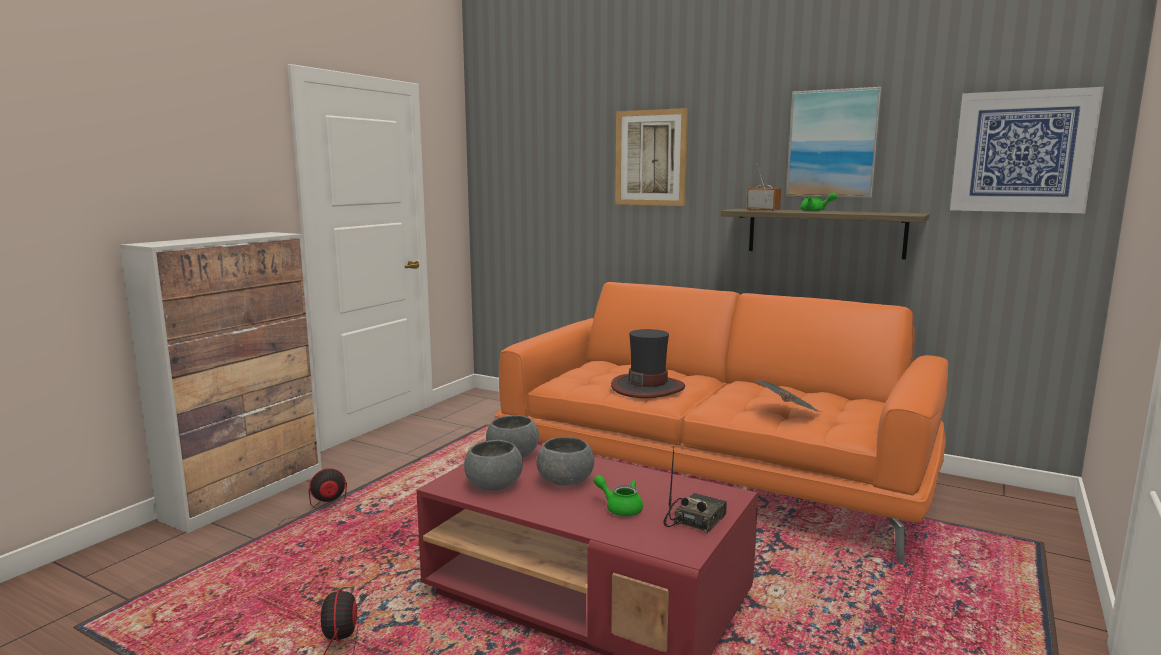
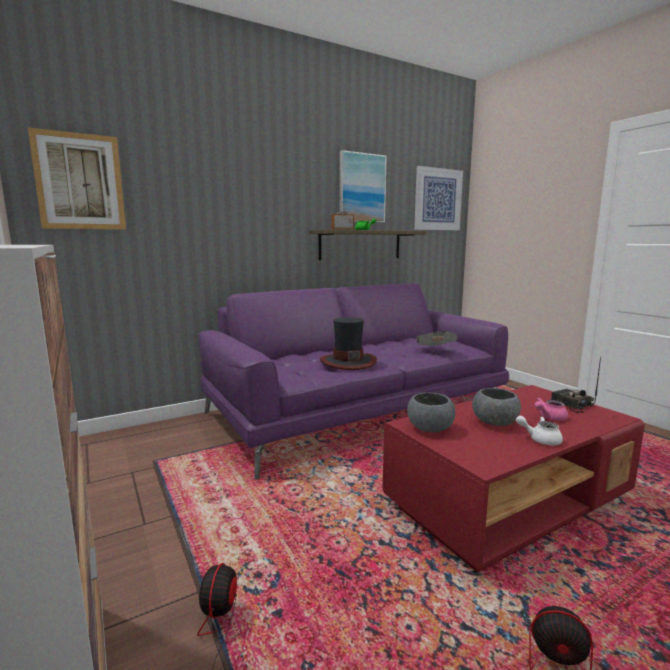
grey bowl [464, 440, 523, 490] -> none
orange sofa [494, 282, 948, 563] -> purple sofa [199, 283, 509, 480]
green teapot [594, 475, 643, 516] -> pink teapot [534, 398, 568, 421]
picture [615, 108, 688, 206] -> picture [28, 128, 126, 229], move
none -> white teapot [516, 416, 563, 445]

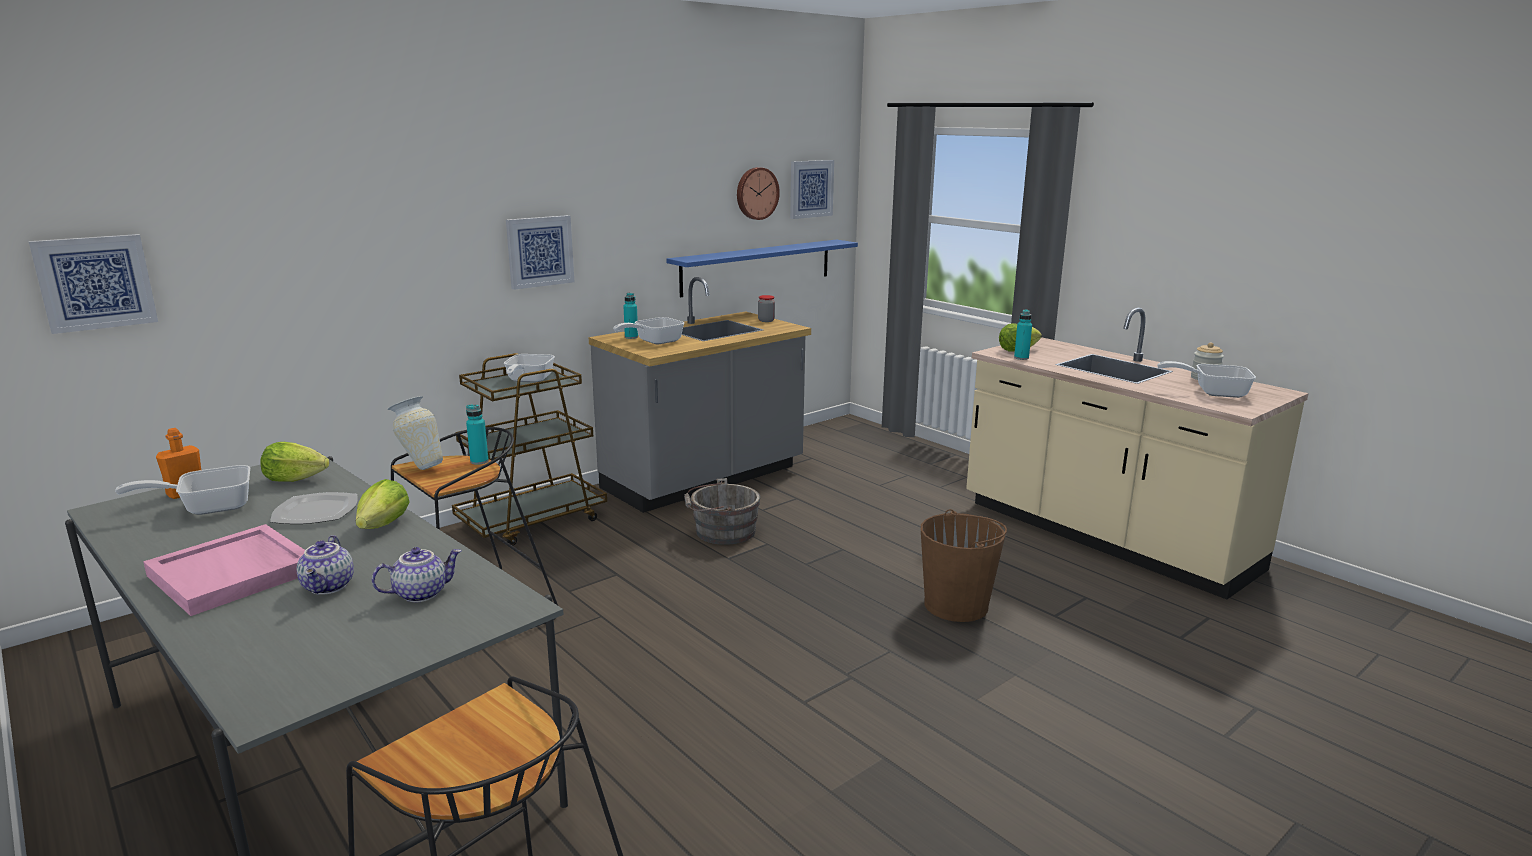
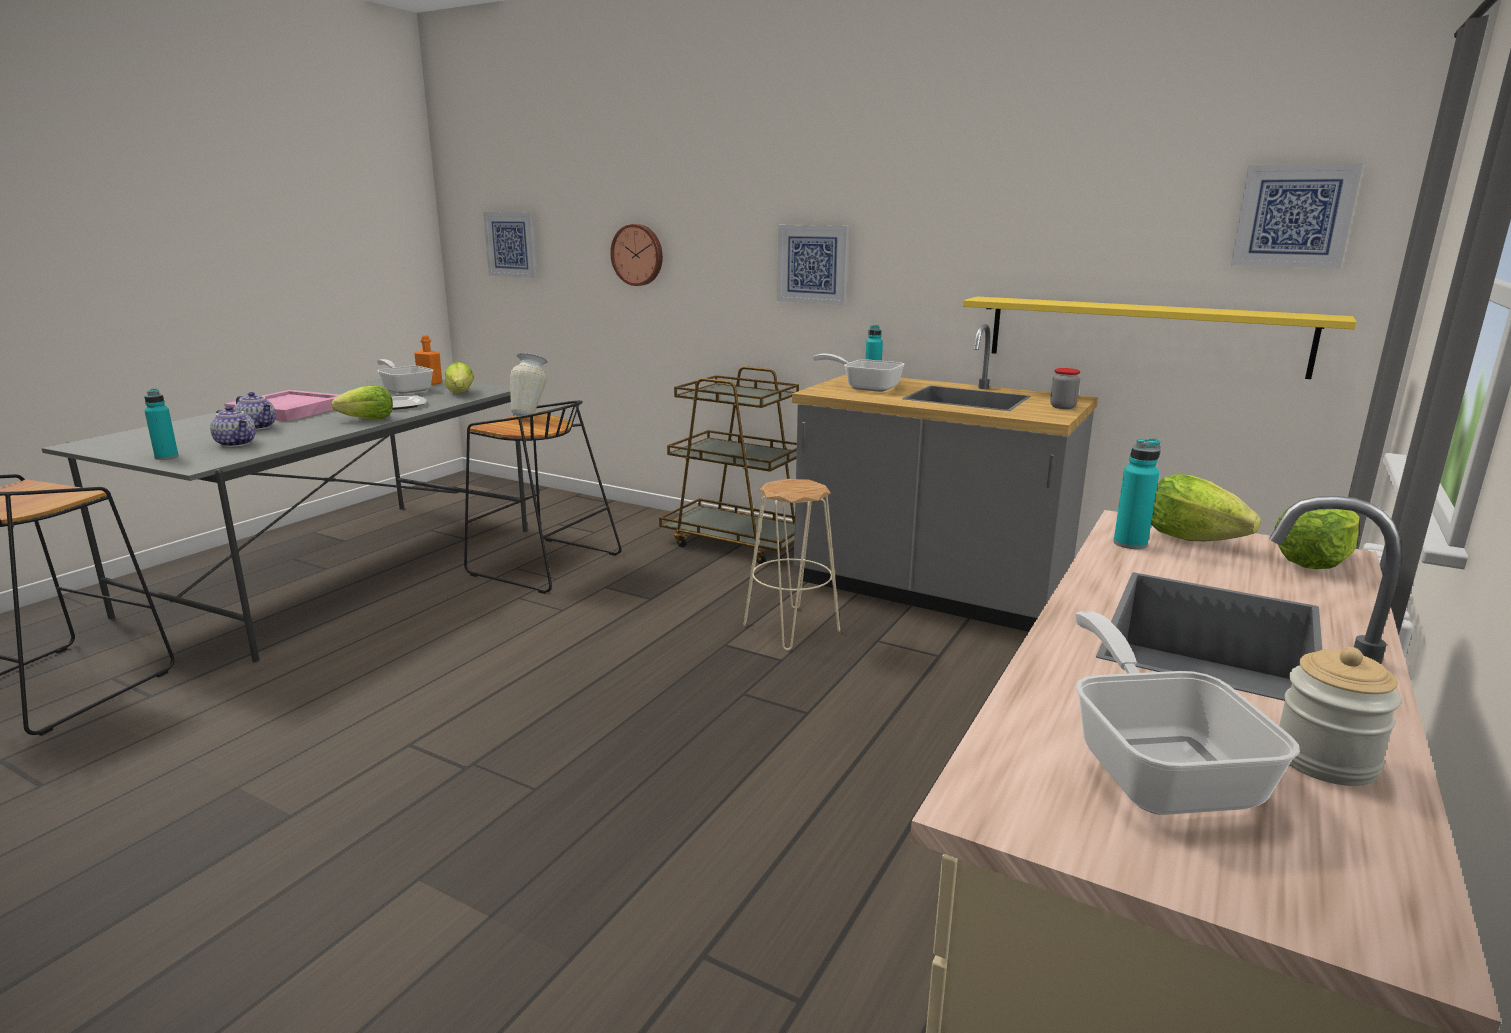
teapot [297, 535, 354, 595] -> teapot [234, 392, 276, 430], 120 degrees counterclockwise
turquoise bottle [466, 405, 489, 465] -> turquoise bottle [144, 388, 179, 460], move
frying pan [504, 354, 555, 382] -> none
blue shelf [666, 240, 858, 297] -> yellow shelf [963, 297, 1357, 379]
grey bucket [684, 478, 760, 545] -> beige stool [743, 479, 840, 651]
wall clock [737, 167, 780, 220] -> wall clock [610, 224, 663, 286], move
brown bucket [921, 509, 1007, 622] -> none
none -> lettuce [1274, 509, 1359, 569]

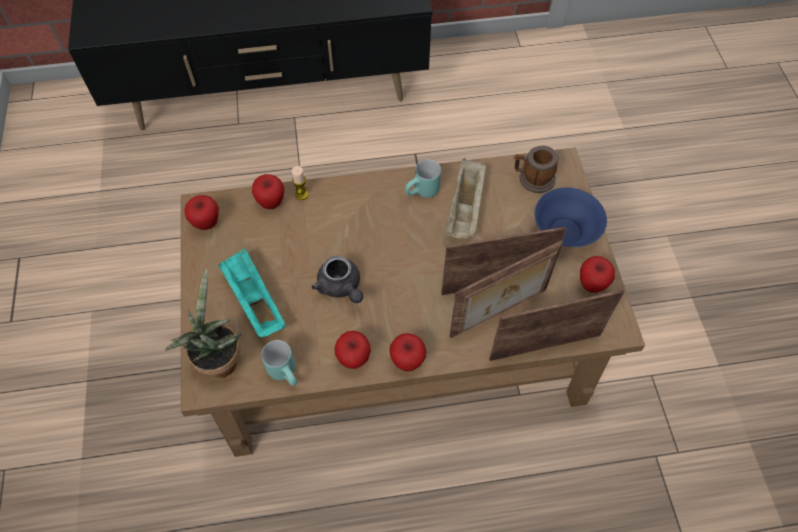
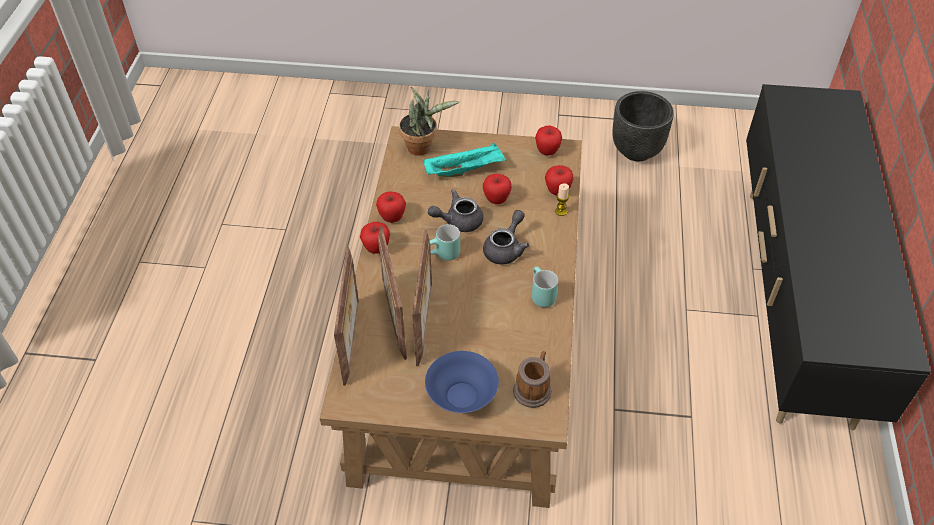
turquoise mug [261, 340, 297, 386] -> turquoise mug [430, 224, 460, 261], move
beige tray [444, 158, 486, 239] -> none
apple [580, 256, 615, 293] -> apple [483, 174, 512, 204], move
none -> grey teapot [483, 210, 529, 264]
none -> black planter [612, 91, 674, 161]

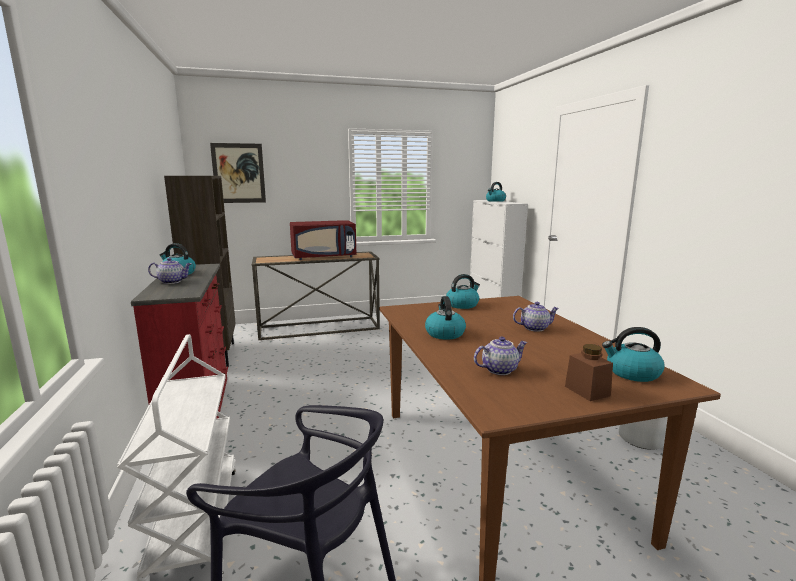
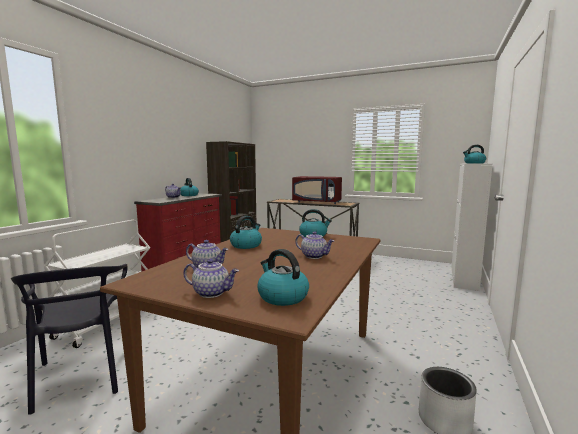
picture [210, 143, 266, 203] -> none
brown jar [565, 344, 613, 401] -> teapot [183, 259, 239, 298]

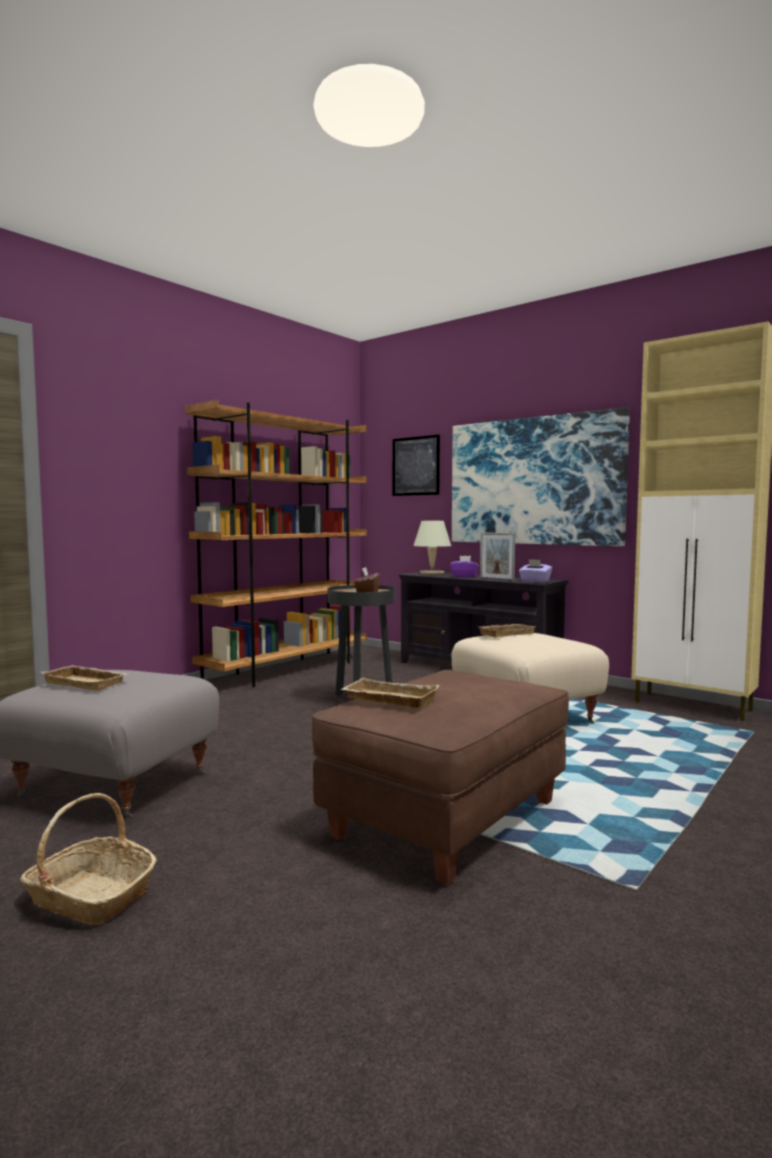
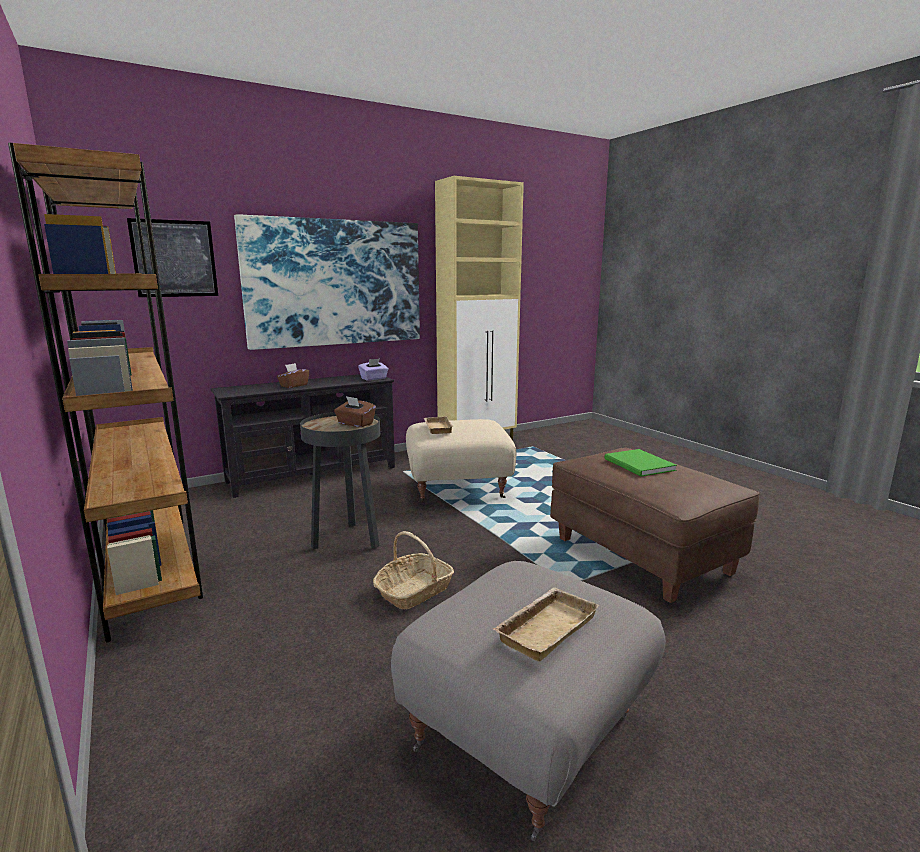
basket [20, 793, 157, 925] -> basket [373, 531, 454, 610], move
beige tray [341, 678, 440, 708] -> none
beige table lamp [413, 521, 451, 574] -> none
purple tissue box [450, 556, 479, 577] -> brown tissue box [277, 363, 309, 388]
picture frame [480, 532, 515, 581] -> none
none -> green book [604, 449, 677, 477]

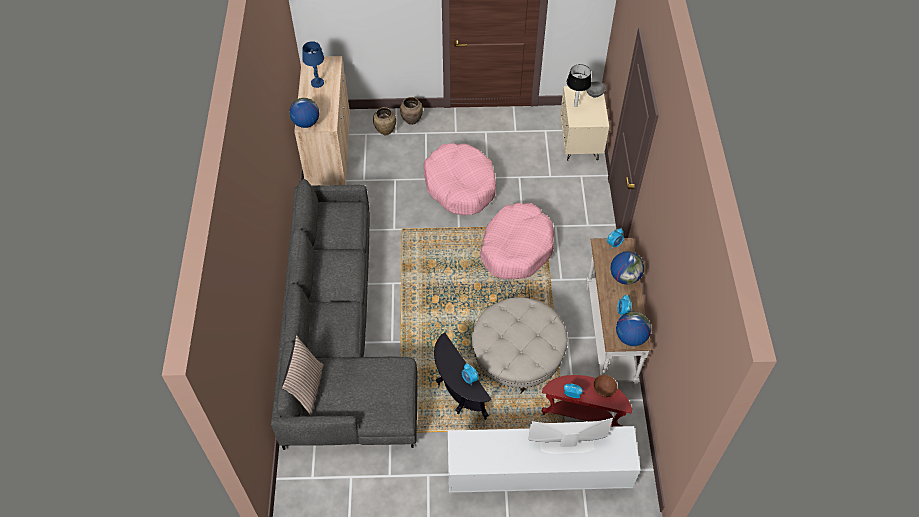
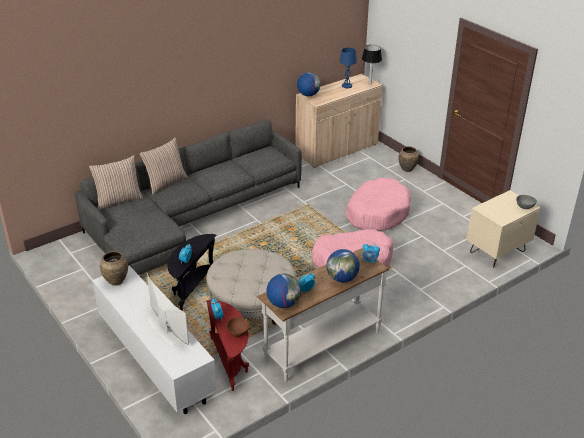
brown vase [373, 107, 396, 135] -> brown vase [100, 251, 128, 286], move
table lamp [567, 64, 592, 107] -> table lamp [362, 45, 382, 84], move
none -> pillow [139, 137, 188, 195]

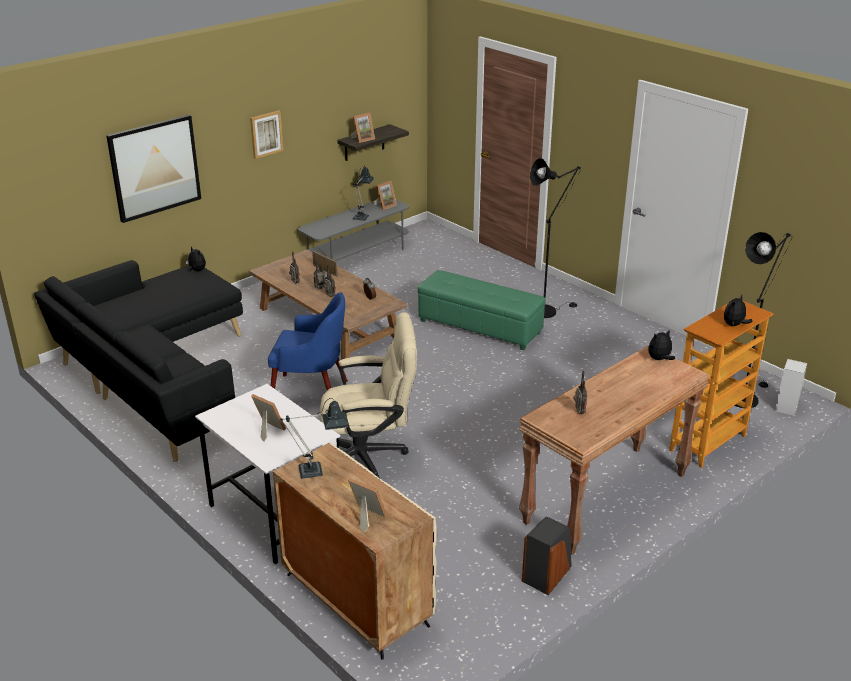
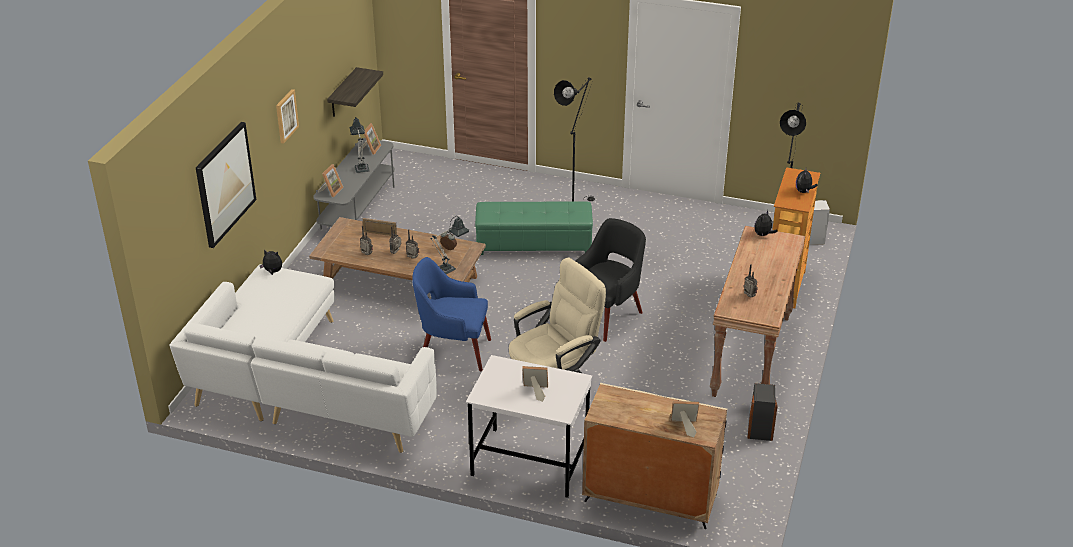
black sofa [34, 260, 243, 462] -> white sofa [169, 264, 437, 453]
blue armchair [268, 292, 348, 390] -> blue armchair [412, 257, 491, 371], 150 degrees counterclockwise
table lamp [281, 398, 348, 479] -> table lamp [430, 216, 469, 274], move
picture frame [351, 113, 375, 143] -> picture frame [318, 164, 343, 197], move
none -> black armchair [575, 218, 646, 342]

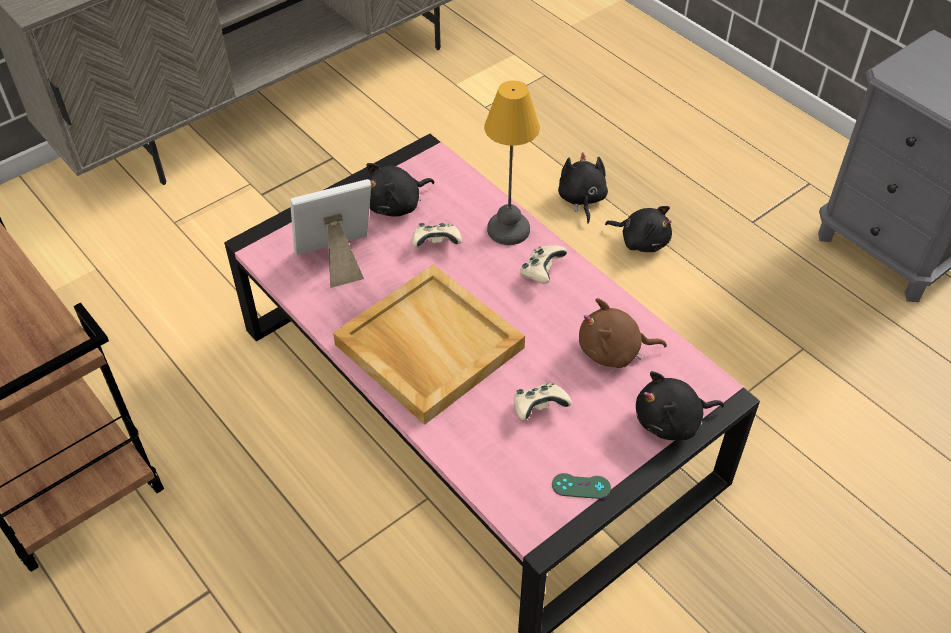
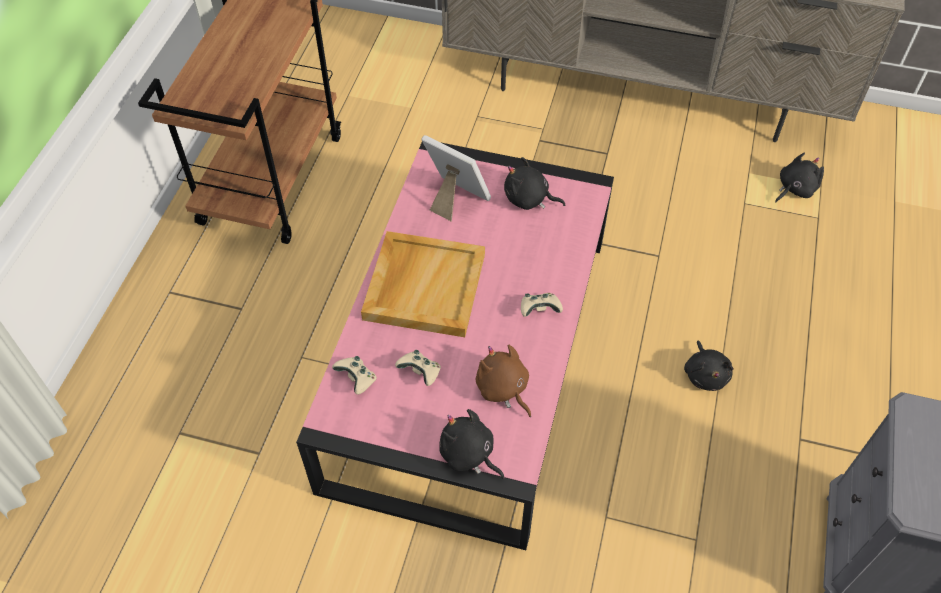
beige game controller [412, 223, 462, 248] -> beige game controller [332, 356, 377, 394], move
table lamp [484, 81, 540, 245] -> none
green game controller [552, 473, 611, 499] -> none
black plush toy [558, 152, 608, 224] -> black plush toy [775, 153, 824, 202], move

